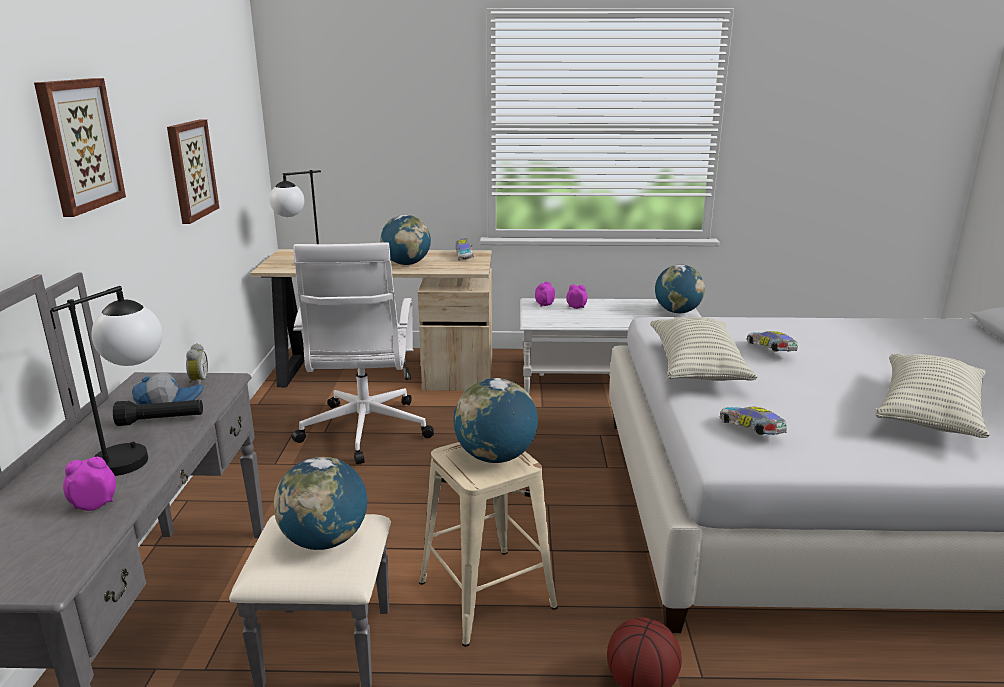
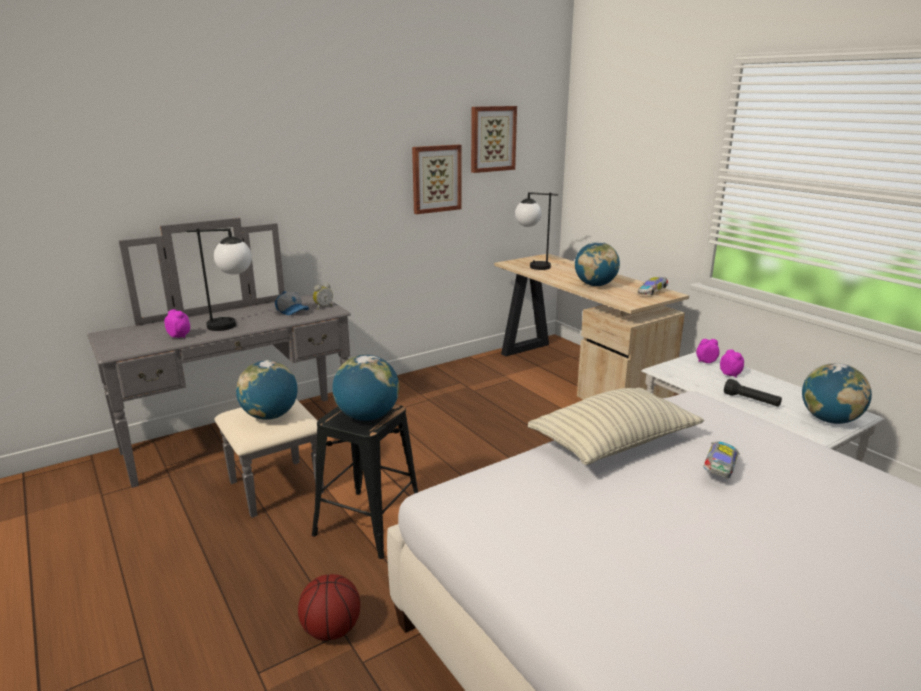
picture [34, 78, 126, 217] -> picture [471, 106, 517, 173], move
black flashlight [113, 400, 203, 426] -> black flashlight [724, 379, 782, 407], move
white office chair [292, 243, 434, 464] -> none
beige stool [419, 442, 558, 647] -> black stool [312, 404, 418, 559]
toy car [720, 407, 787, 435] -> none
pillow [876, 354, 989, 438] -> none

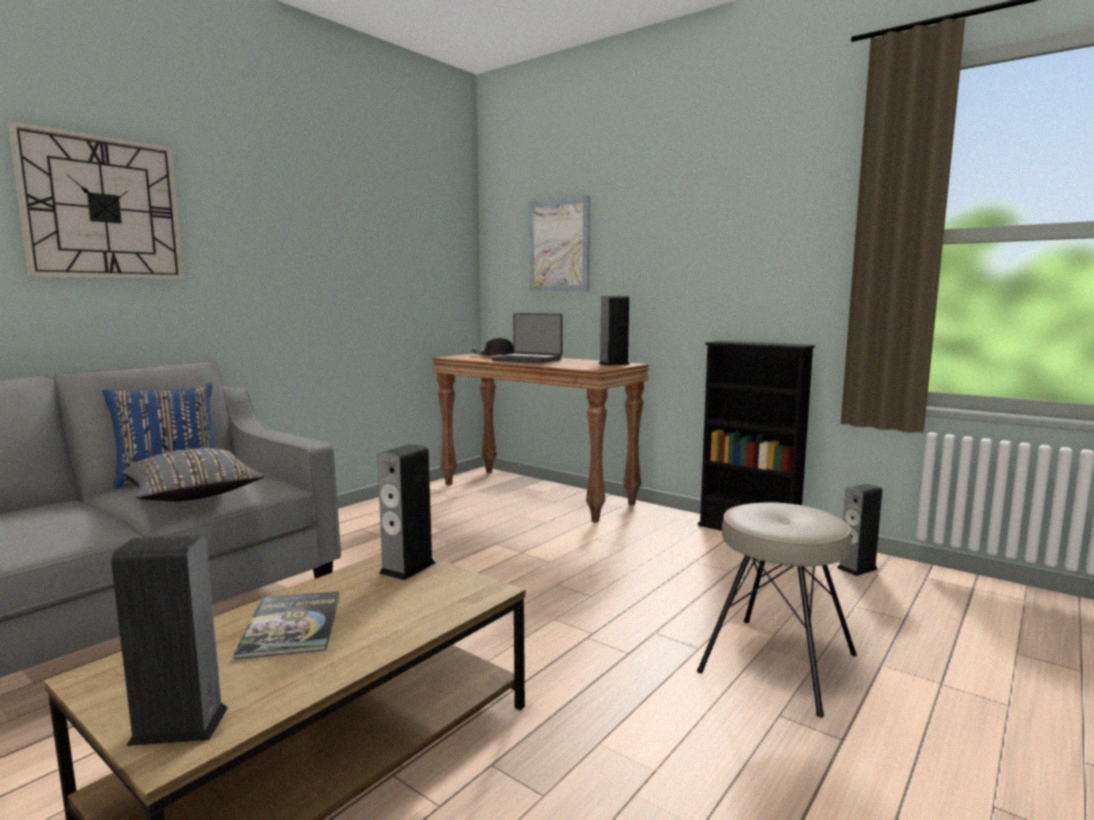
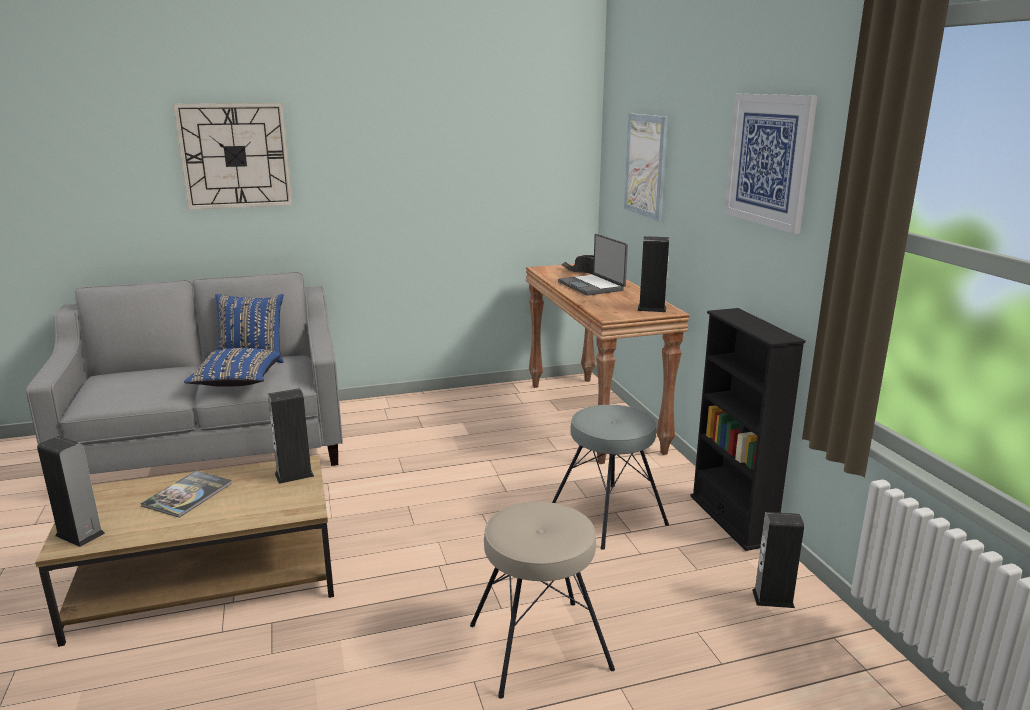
grey pillow [122, 448, 264, 502] -> blue pillow [184, 348, 280, 387]
none -> grey stool [552, 405, 669, 550]
none -> picture [724, 94, 817, 234]

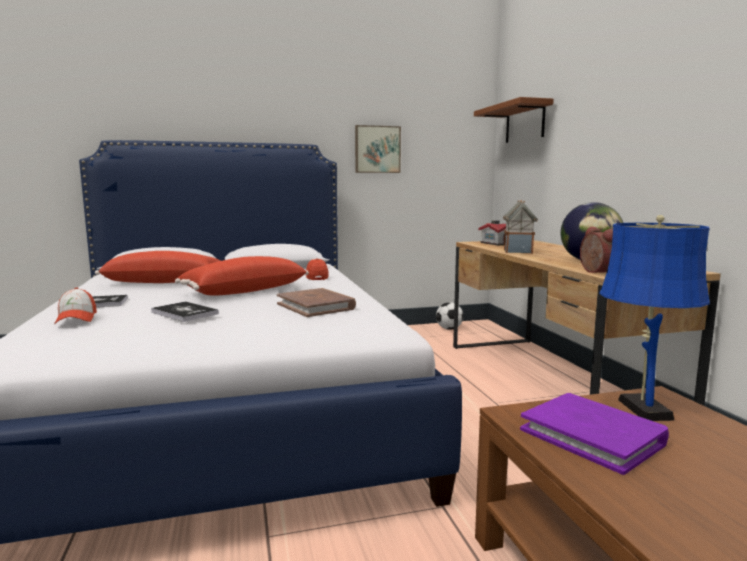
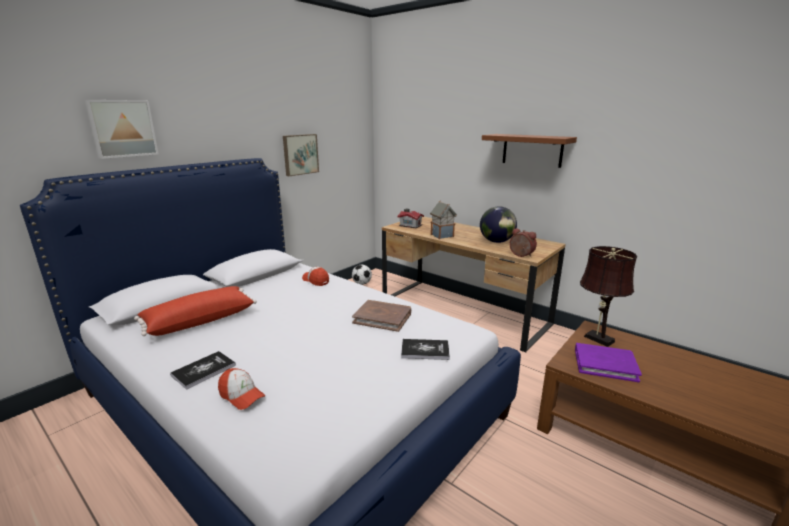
book [151, 302, 219, 322] -> book [401, 339, 450, 360], move
red pillow [175, 256, 309, 295] -> none
brown shelf [474, 97, 554, 143] -> brown shelf [482, 134, 577, 168], move
blue table lamp [599, 215, 710, 421] -> brown table lamp [580, 246, 637, 347]
none -> picture [84, 100, 159, 159]

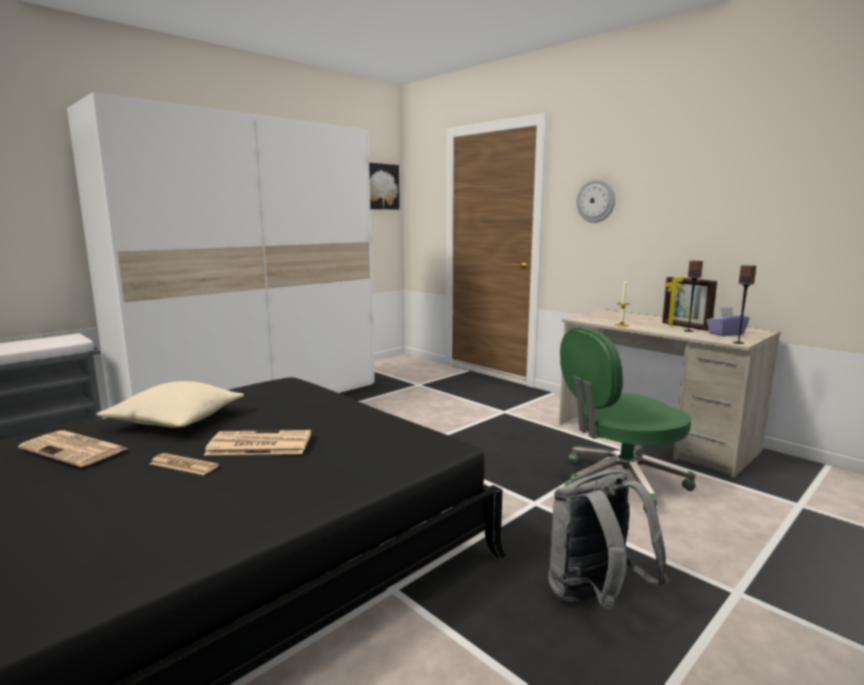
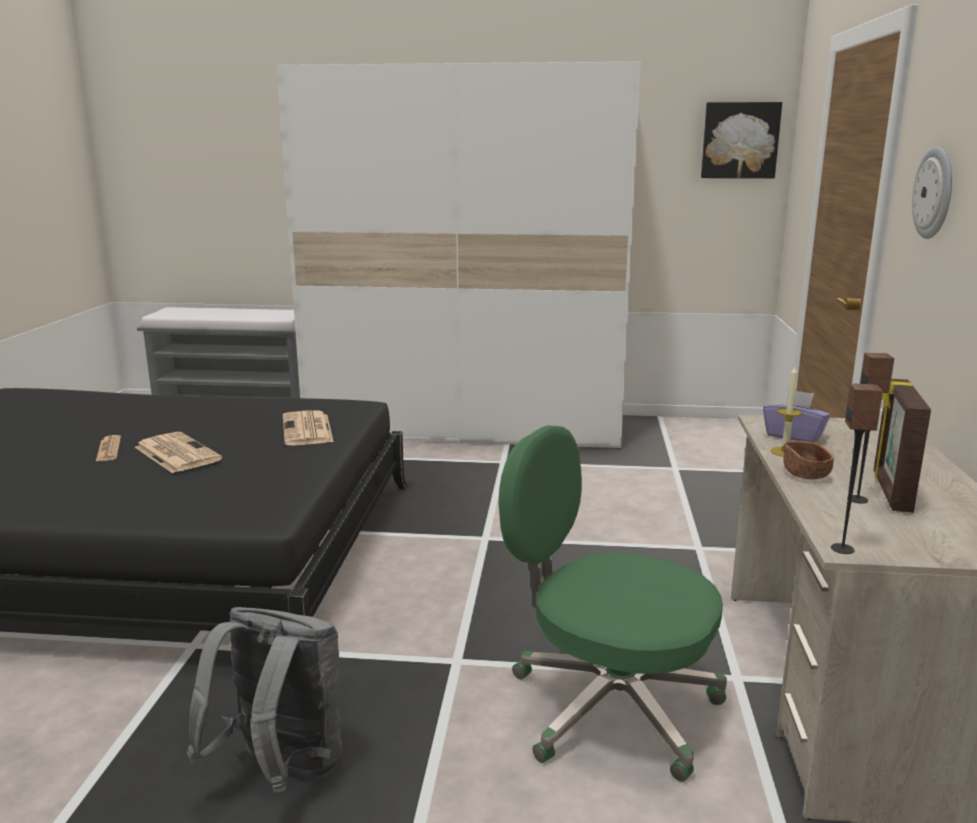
newspaper [18, 430, 128, 467] -> newspaper [283, 410, 334, 445], move
beige pillow [96, 381, 244, 428] -> none
purple tissue box [706, 307, 750, 336] -> purple tissue box [763, 389, 831, 443], move
none -> brown bowl [783, 441, 834, 480]

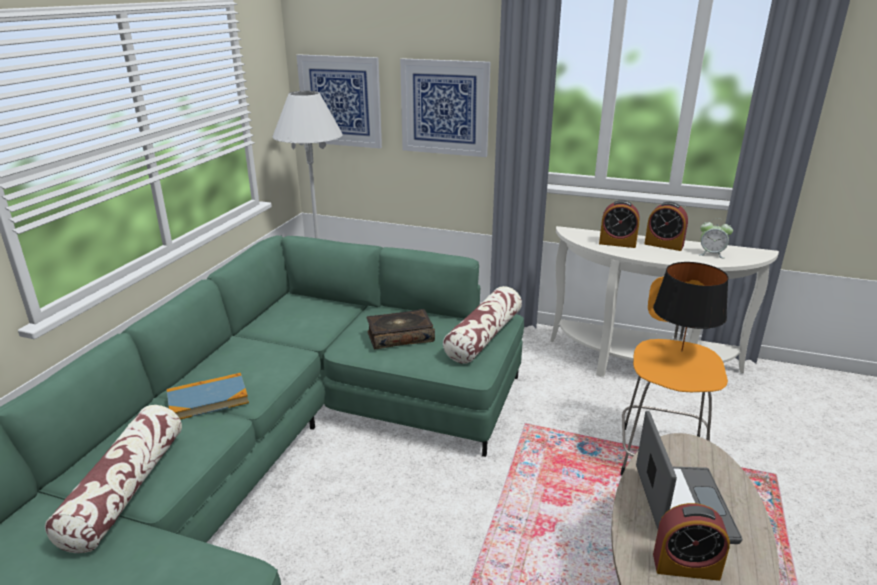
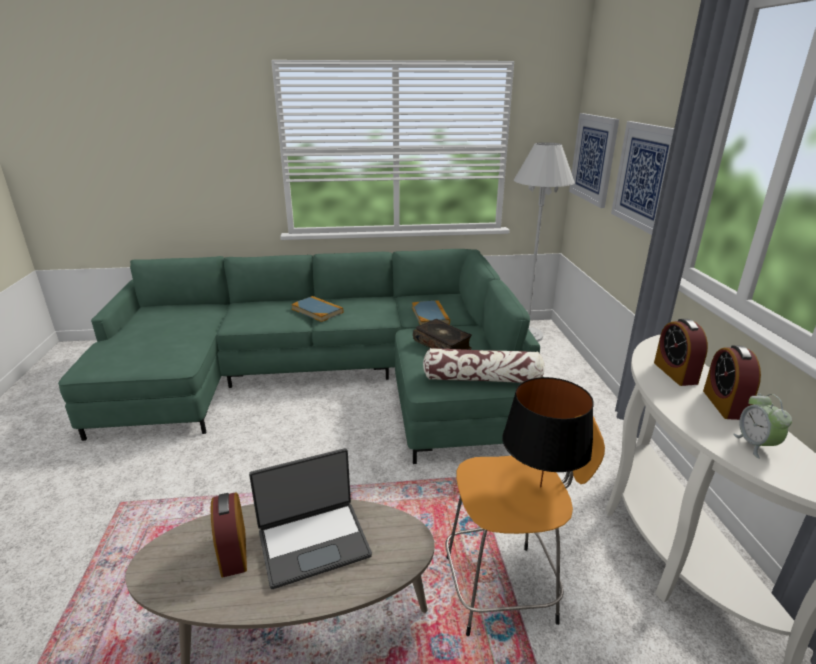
pillow [45, 405, 182, 553] -> none
none -> book [412, 300, 450, 325]

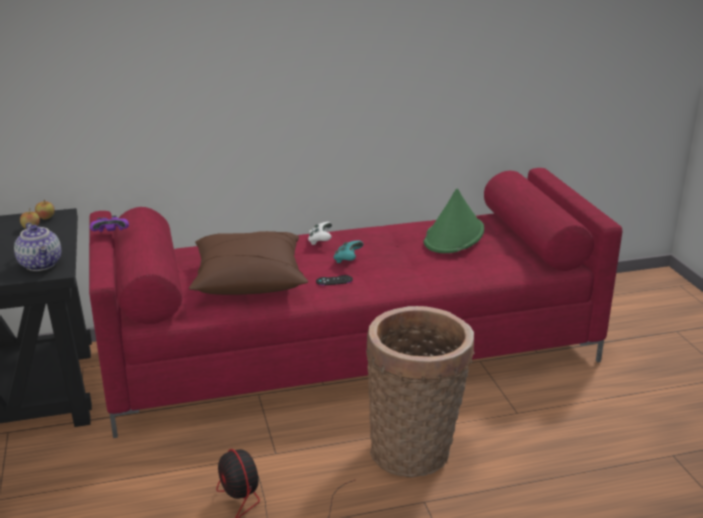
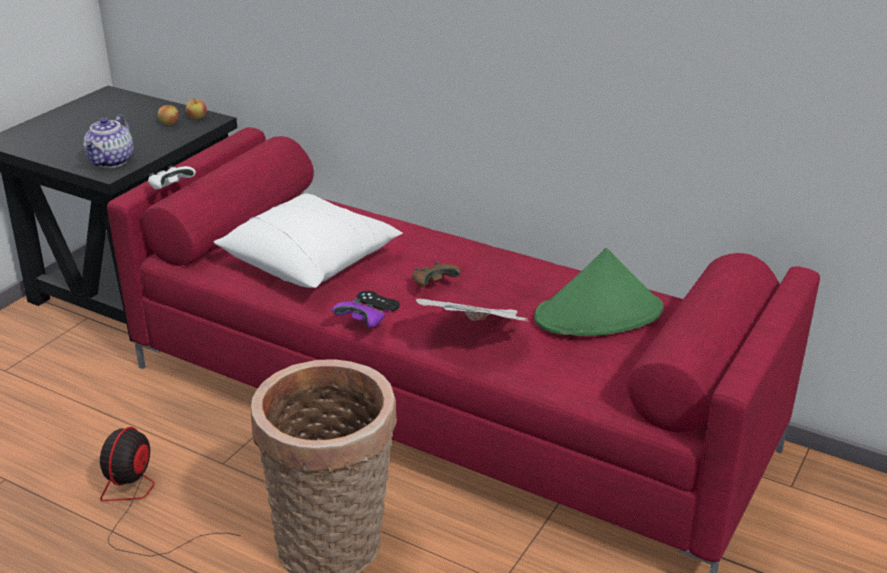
purple game controller [90, 216, 129, 232] -> purple game controller [332, 298, 385, 328], move
brown pillow [189, 231, 308, 295] -> white pillow [214, 194, 403, 288]
white game controller [308, 222, 332, 245] -> white game controller [148, 165, 196, 190], move
turquoise game controller [334, 240, 363, 263] -> brown game controller [412, 262, 461, 287]
none -> newspaper [416, 299, 529, 322]

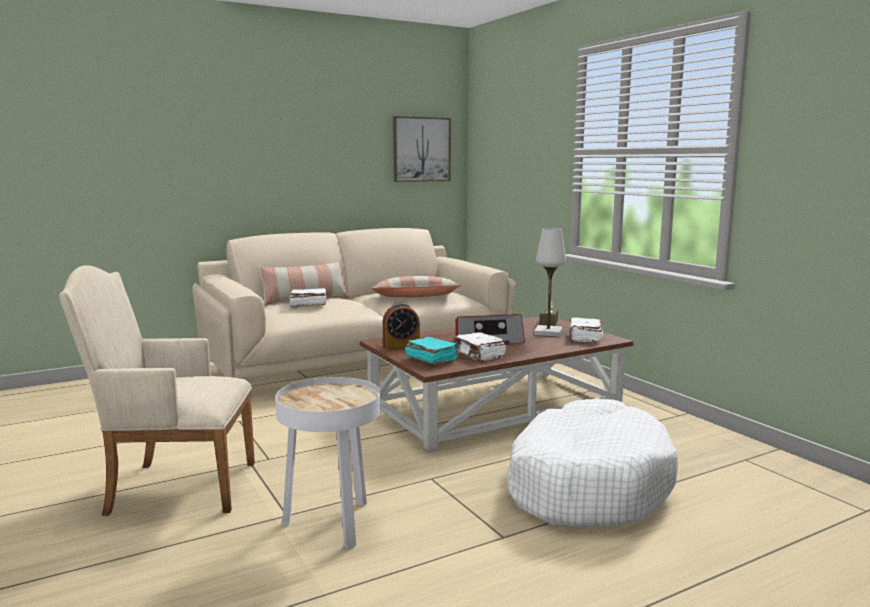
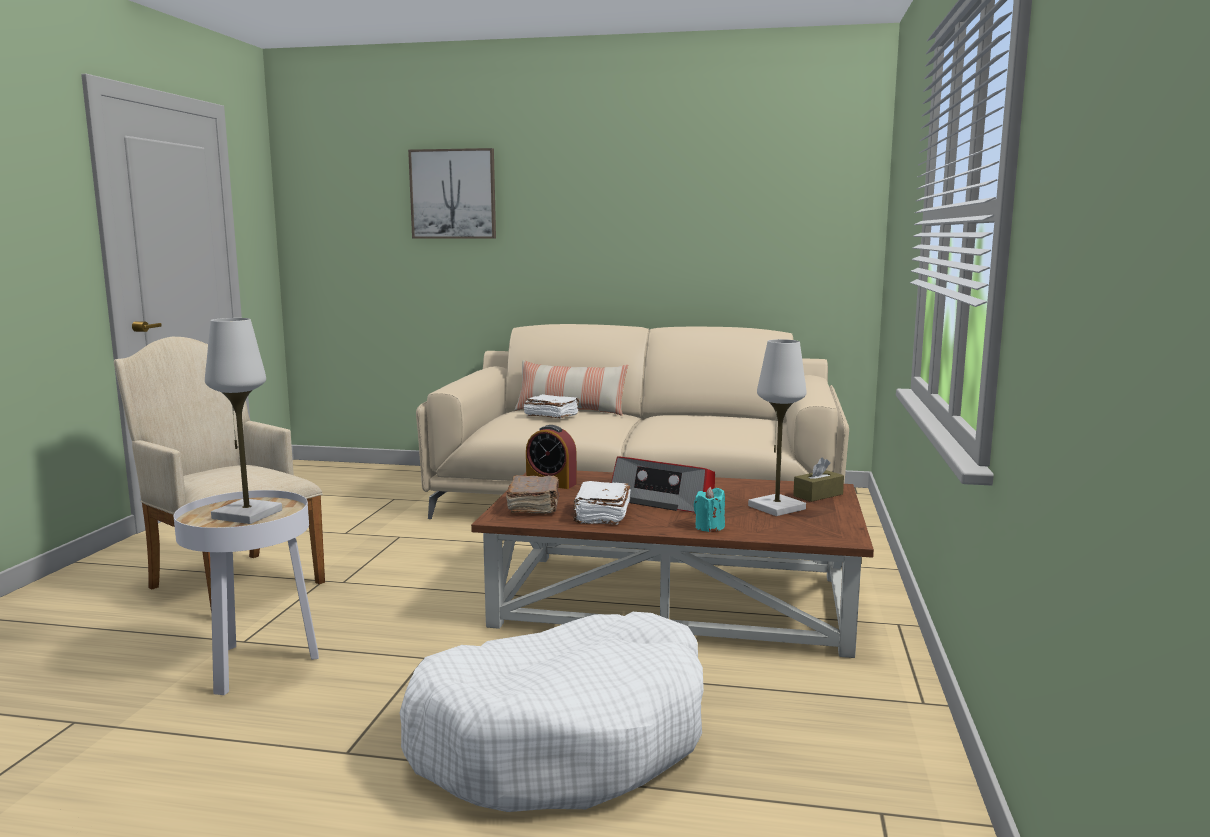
pillow [371, 276, 461, 297] -> none
picture [393, 116, 451, 182] -> picture [408, 148, 496, 239], move
turquoise book [405, 337, 459, 365] -> brown book [506, 475, 559, 514]
white book [569, 317, 603, 343] -> none
none -> white table lamp [205, 318, 282, 524]
none -> turquoise candle [694, 487, 725, 532]

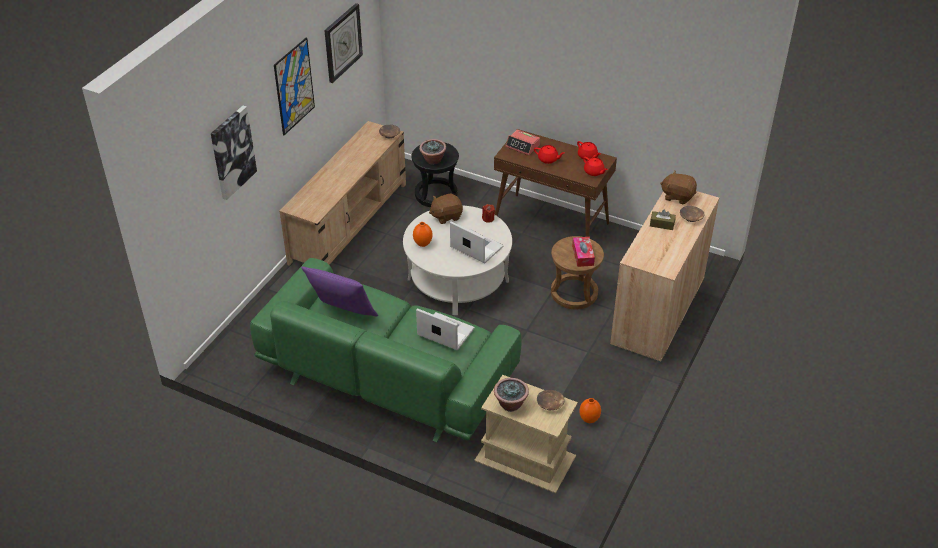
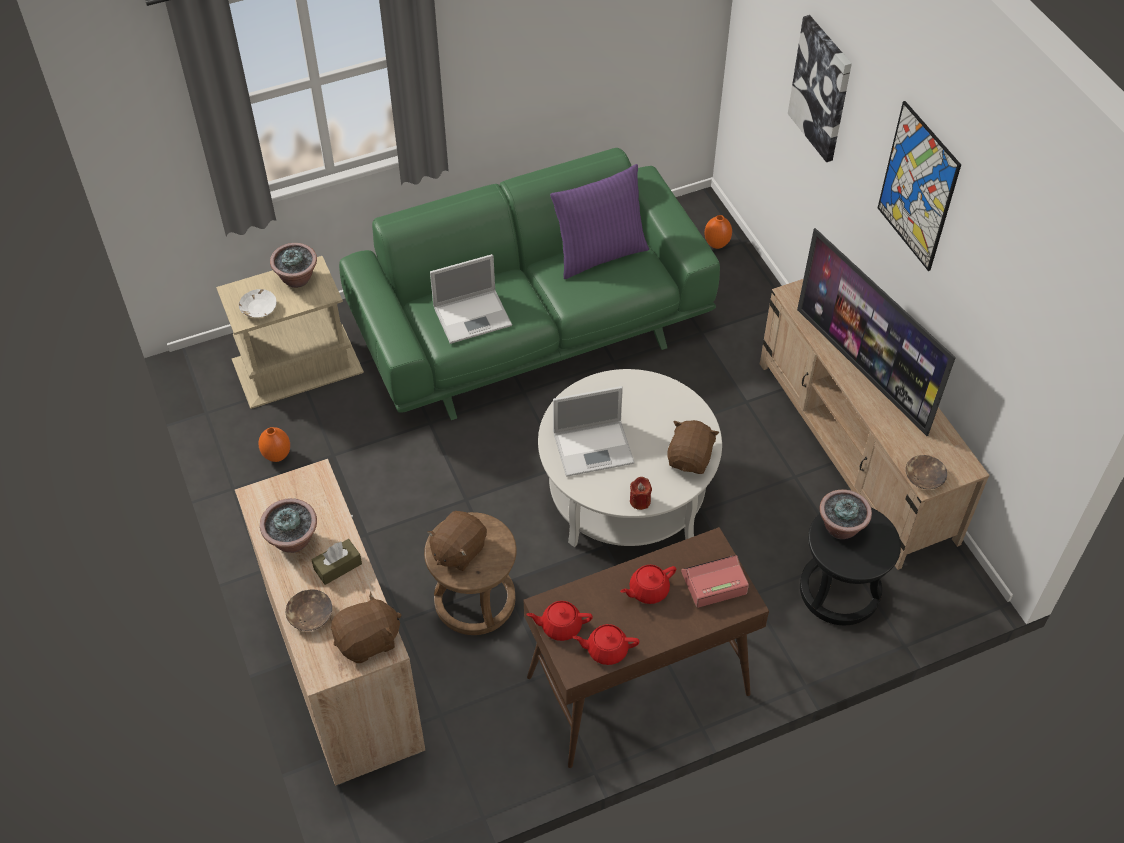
wall clock [324, 3, 363, 83] -> none
orange vase [413, 222, 433, 247] -> orange vase [704, 215, 732, 249], move
brown bowl [537, 390, 565, 410] -> white bowl [239, 289, 277, 318]
tissue box [572, 237, 595, 267] -> brown plush toy [427, 511, 487, 571]
none -> potted plant [260, 498, 317, 553]
none -> television [797, 228, 956, 436]

